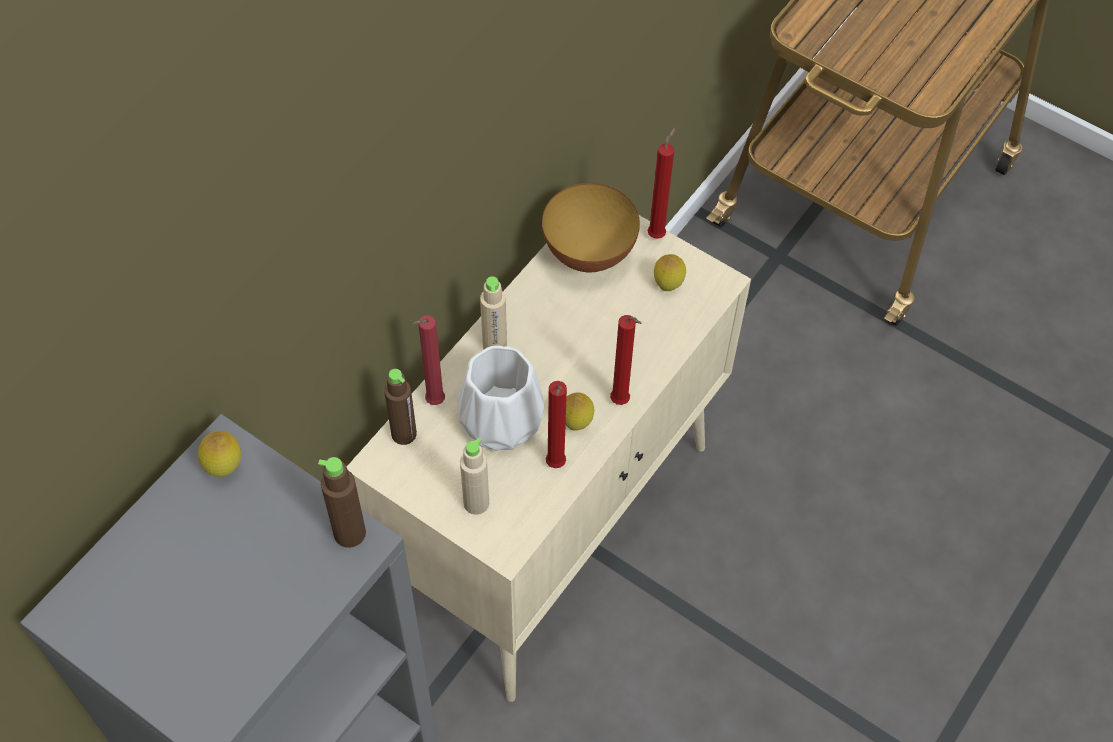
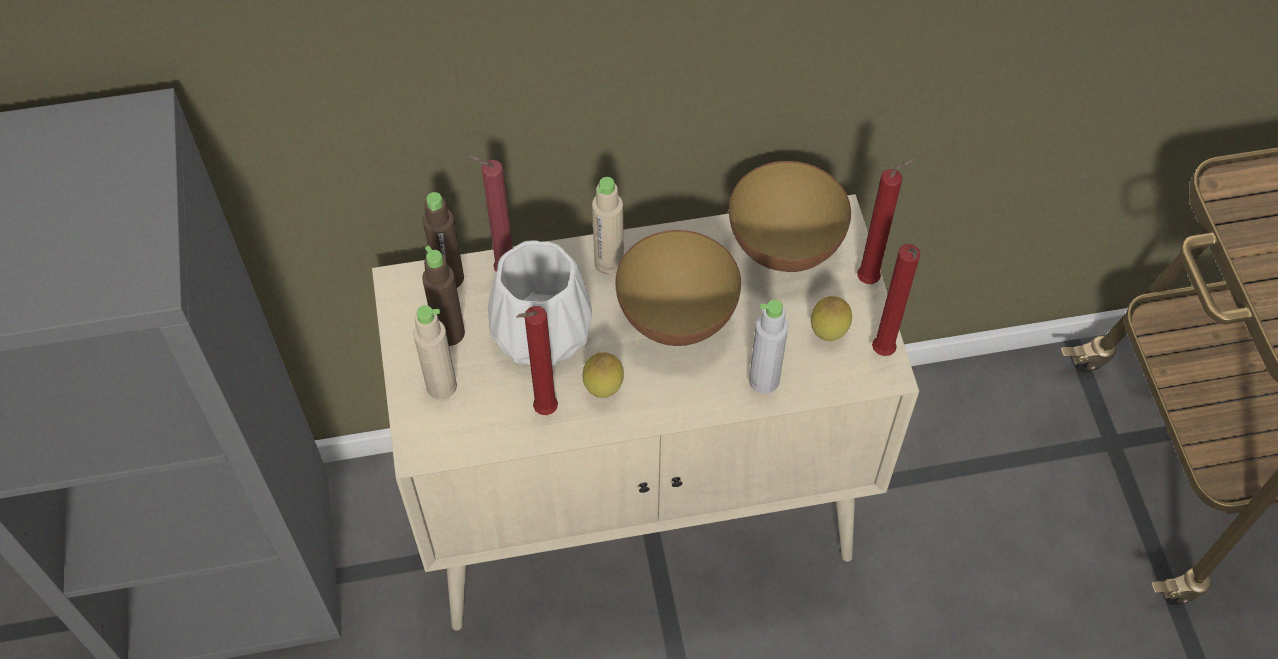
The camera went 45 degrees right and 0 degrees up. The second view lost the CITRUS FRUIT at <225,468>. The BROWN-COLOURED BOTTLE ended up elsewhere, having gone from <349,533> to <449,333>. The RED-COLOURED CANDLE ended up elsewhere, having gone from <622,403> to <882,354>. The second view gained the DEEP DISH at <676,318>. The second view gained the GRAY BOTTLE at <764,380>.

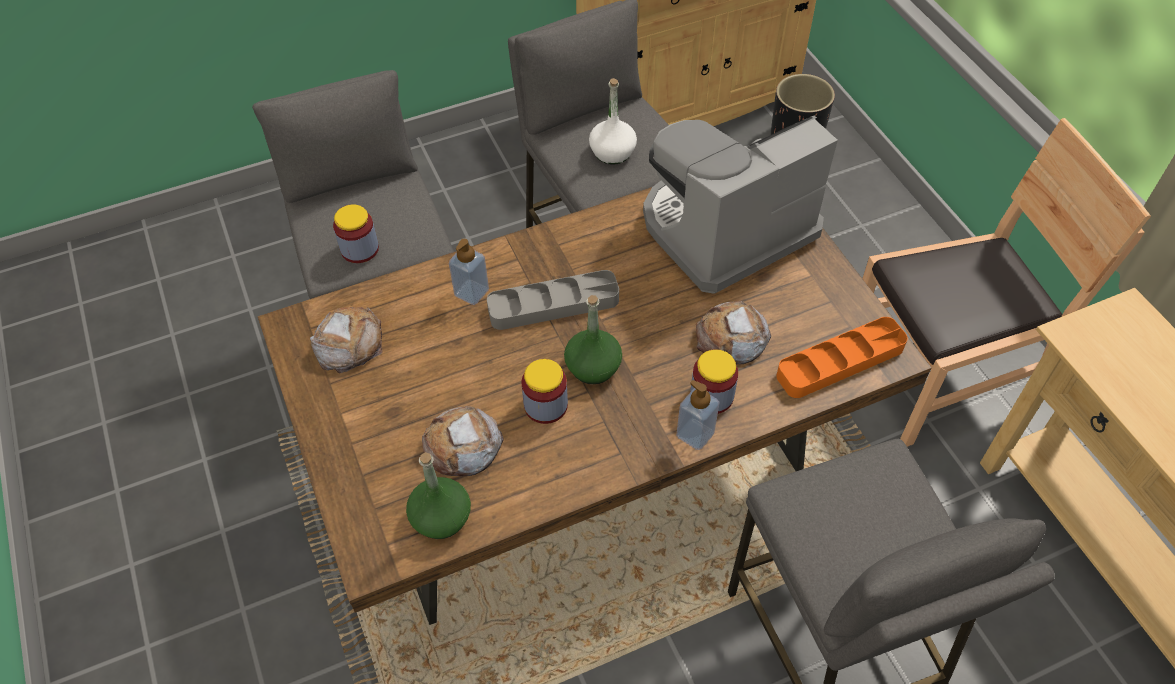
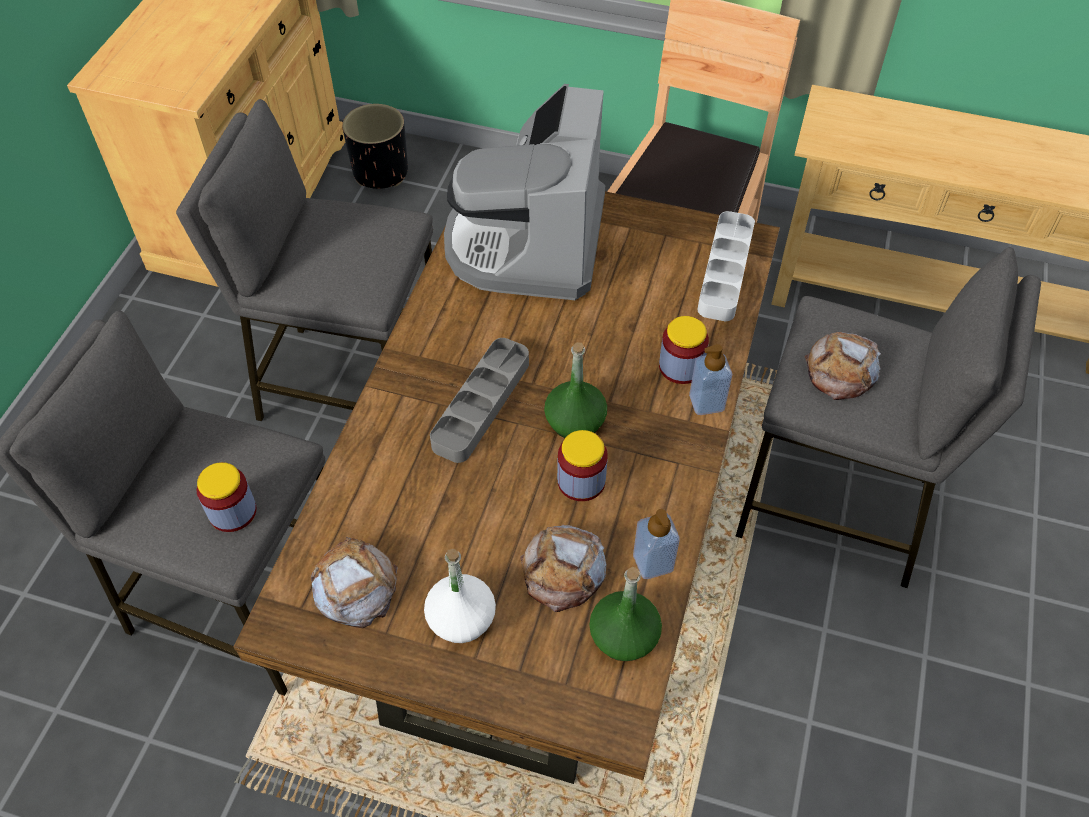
The camera went 50 degrees left and 0 degrees up. The LIQUID SOAP BOTTLE ended up elsewhere, having gone from <471,292> to <653,562>. The WHITE BOTTLE ended up elsewhere, having gone from <612,152> to <461,618>. The BAKERY BREAD ended up elsewhere, having gone from <731,338> to <841,371>. What was the ORANGE-COLOURED SERVING TRAY at <840,362> turned into the GRAY SERVING TRAY at <725,270>.

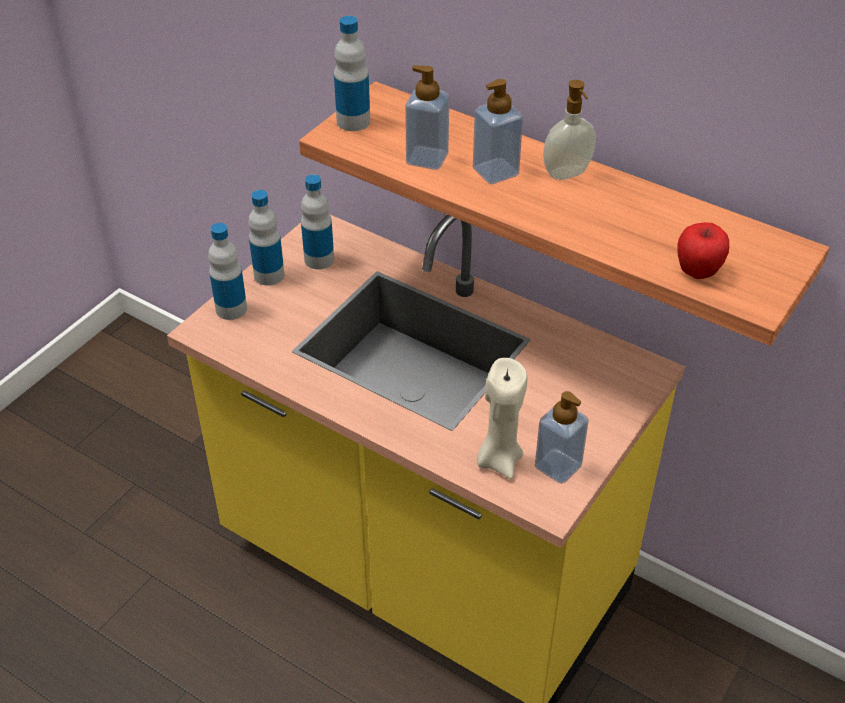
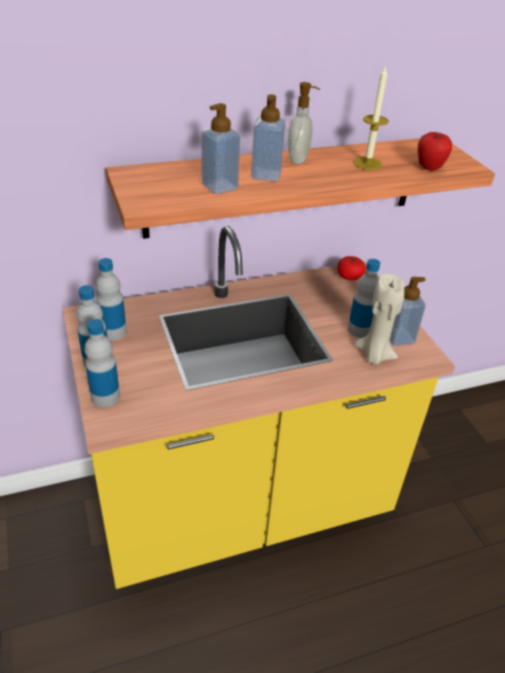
The camera went 55 degrees left and 5 degrees down. The BOTTLE ended up elsewhere, having gone from <353,121> to <359,330>. The second view gained the WHOLE TOMATO at <349,276>. The second view gained the CANDLE at <367,163>.

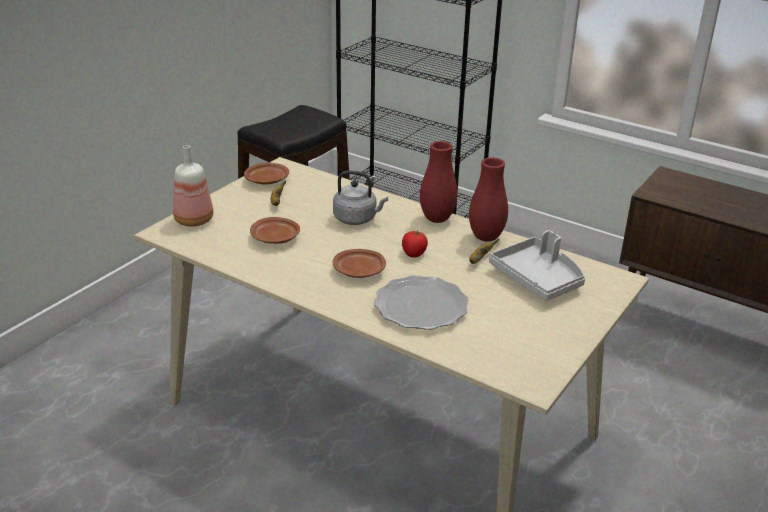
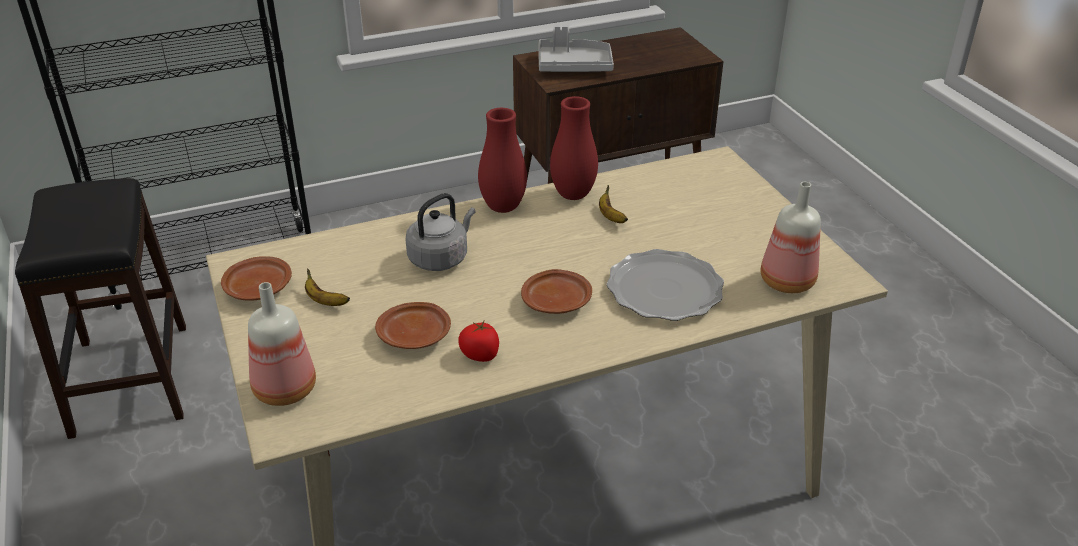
The camera went 55 degrees left and 5 degrees up. The WHOLE TOMATO ended up elsewhere, having gone from <414,253> to <480,355>. The GRAY SERVING TRAY ended up elsewhere, having gone from <538,278> to <574,66>. The second view gained the BOTTLE at <785,282>.

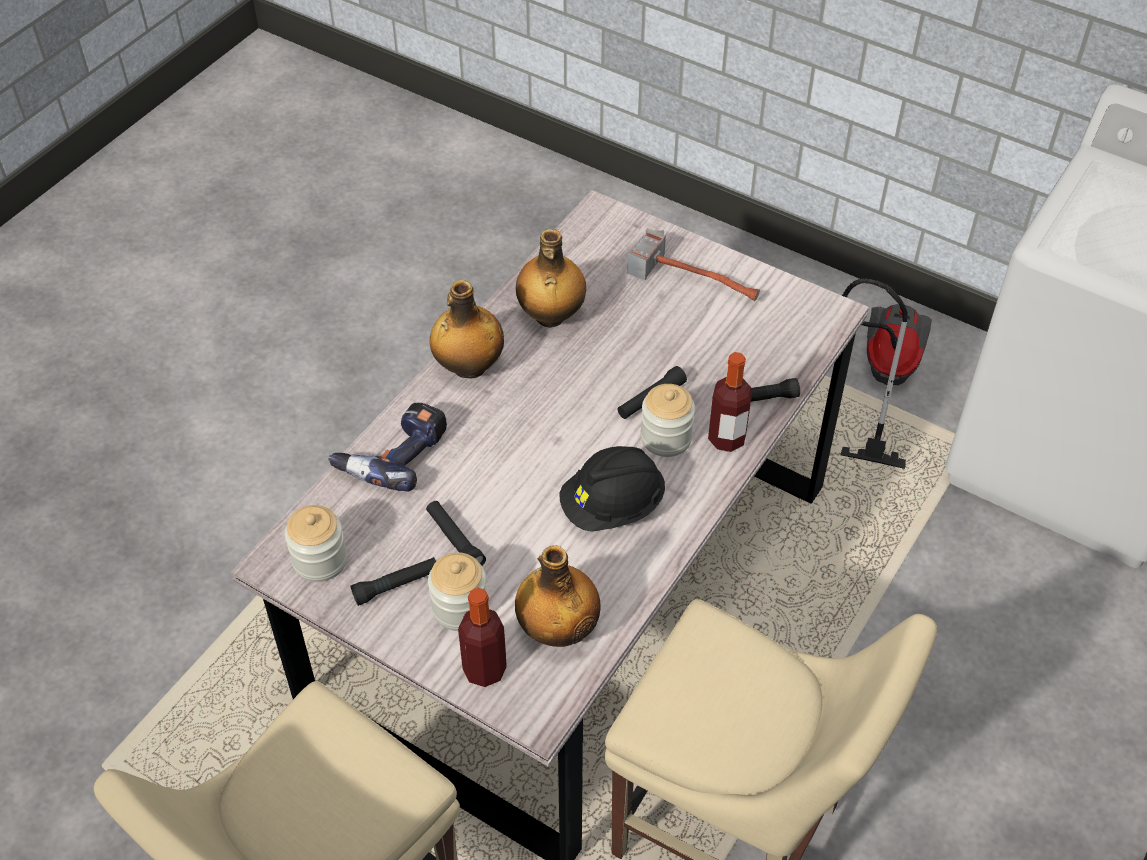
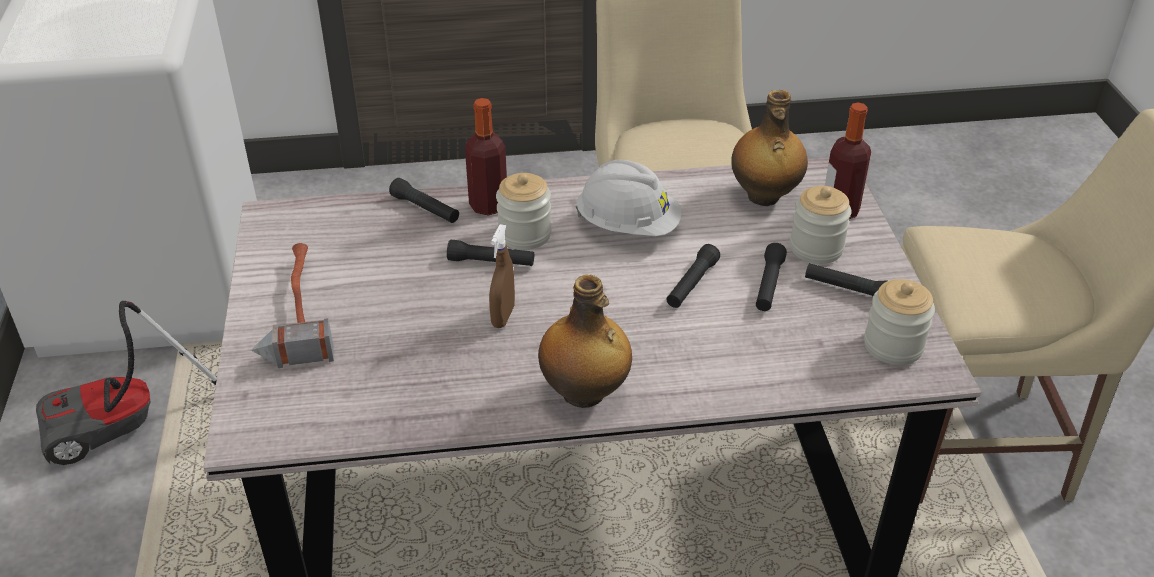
The camera went 130 degrees left and 10 degrees down. The second view lost the DRILL at <393,455>. The second view lost the BOTTLE at <550,316>. What was the BLACK-COLOURED SAFETY HELMET at <612,507> turned into the WHITE SAFETY HELMET at <628,226>. The second view gained the BROWN-COLOURED SPRAY BOTTLE at <503,316>. The second view gained the BLACK-COLOURED FLASHLIGHT at <691,284>.

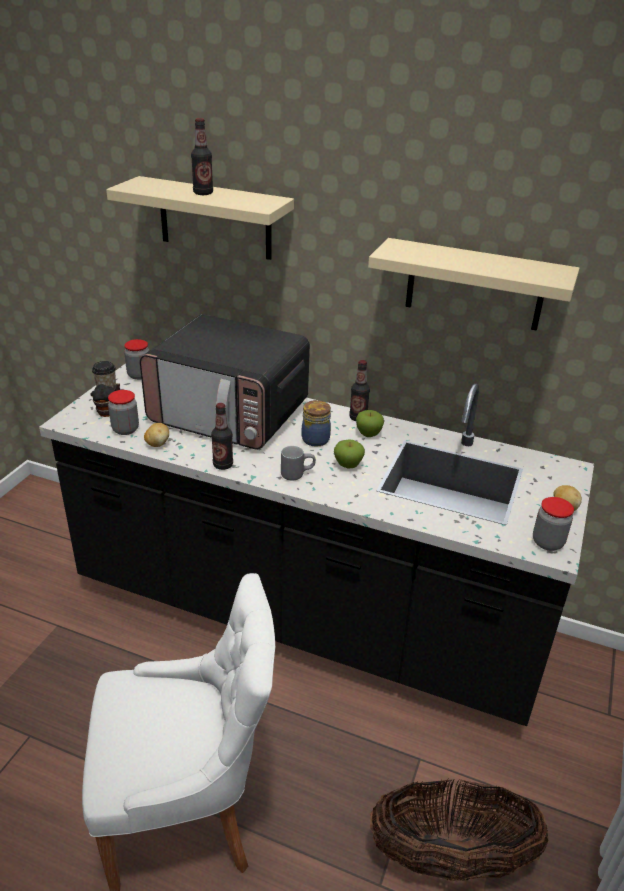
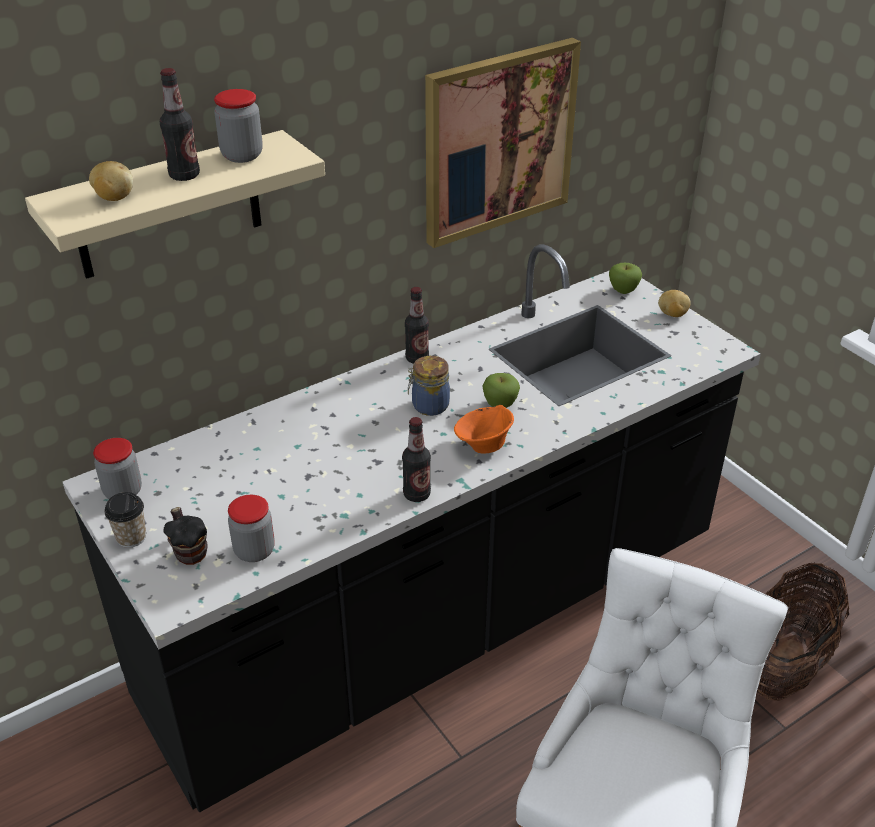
The camera went 55 degrees left and 5 degrees up. The second view lost the MICROWAVE OVEN at <230,414>. The SPUD ended up elsewhere, having gone from <157,444> to <114,198>. Where the GRAY MUG stood at <297,473>, the ORANGE-COLOURED DEEP DISH came to stand at <483,446>. The WHOLE APPLE ended up elsewhere, having gone from <368,434> to <623,290>. Where the BEIGE-COLOURED WALL SHELF hung at <474,285>, the PICTURE came to hang at <498,141>. The JAR ended up elsewhere, having gone from <547,542> to <242,155>.

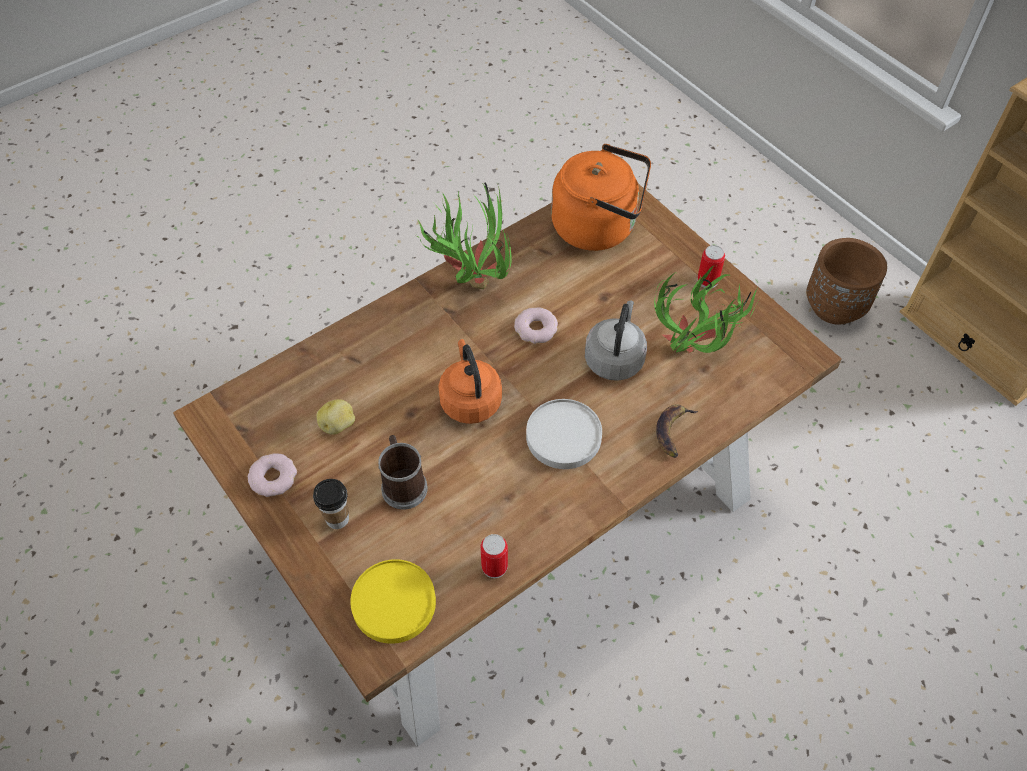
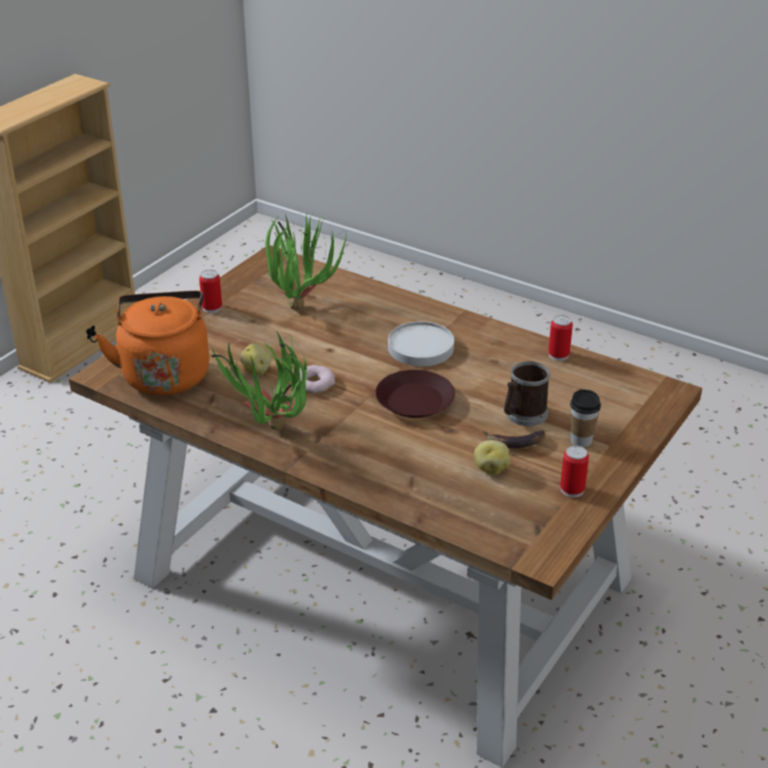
The camera went 110 degrees left and 20 degrees down. Where the RING DOUGHNUT stood at <273,477>, the CAN came to stand at <572,489>. The second view lost the YELLOW DINNER PLATE at <394,602>. Where the ORANGE-COLOURED TEA KETTLE stood at <470,400>, the BROWN-COLOURED DINNER PLATE came to stand at <414,401>. The second view lost the GRAY TEA KETTLE at <614,358>. The BANANA FRUIT ended up elsewhere, having gone from <673,432> to <515,441>. The second view lost the BROWN-COLOURED PLANTER at <834,307>. The second view gained the SPUD at <257,370>.

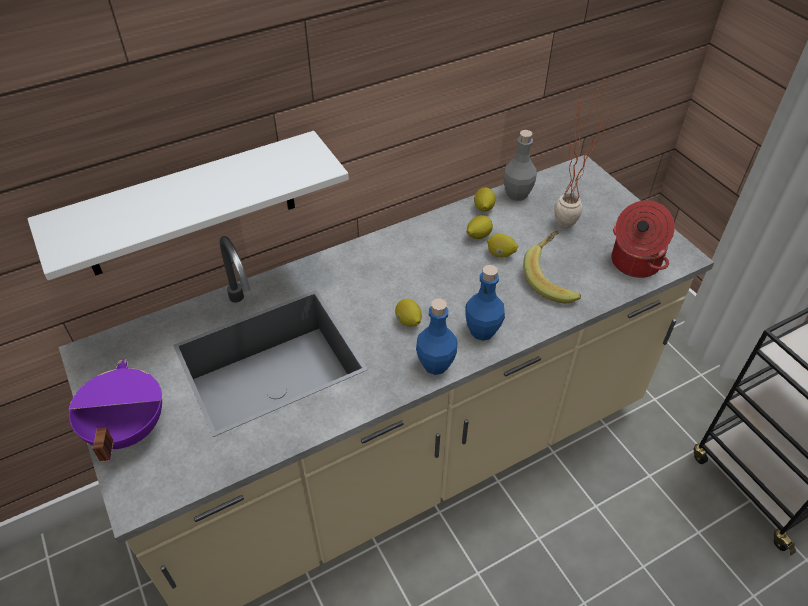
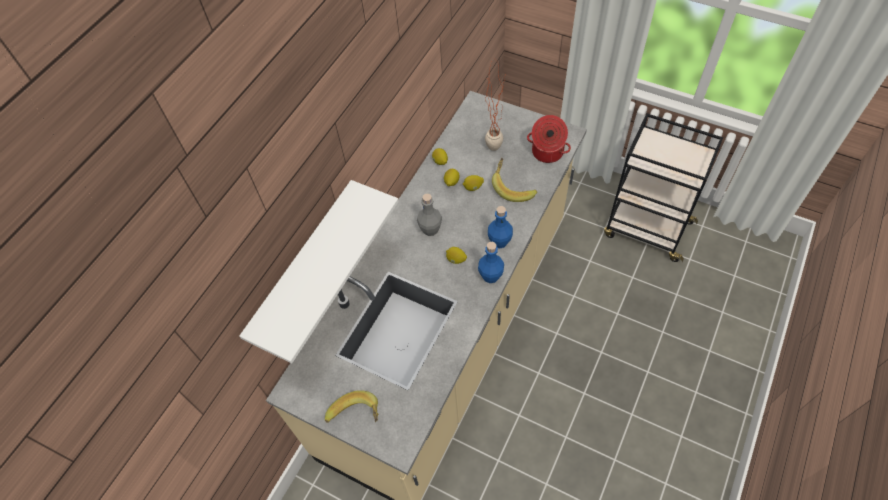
The camera went 30 degrees left and 10 degrees up. Where the PURPLISH SAUCEPOT stood at <126,429>, the BANANA FRUIT came to stand at <356,417>. The GRAY BOTTLE ended up elsewhere, having gone from <517,194> to <430,229>.

